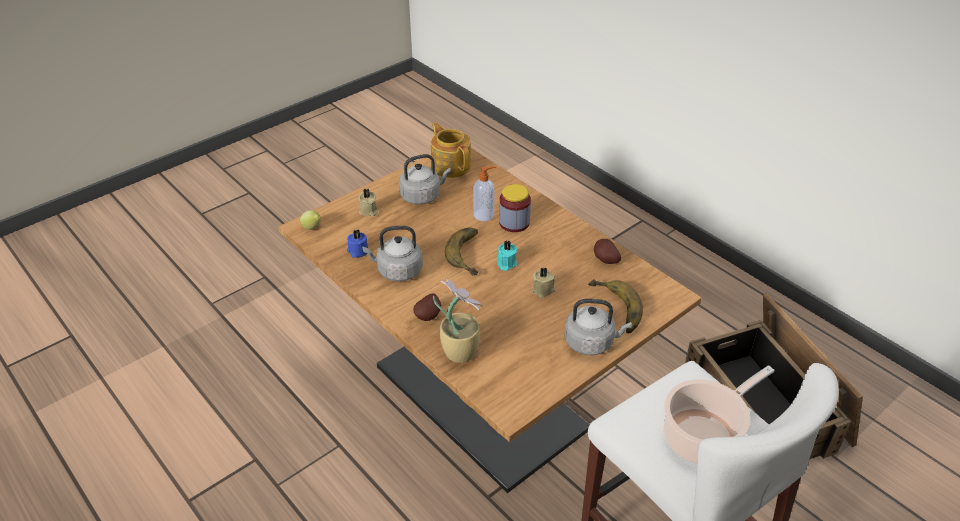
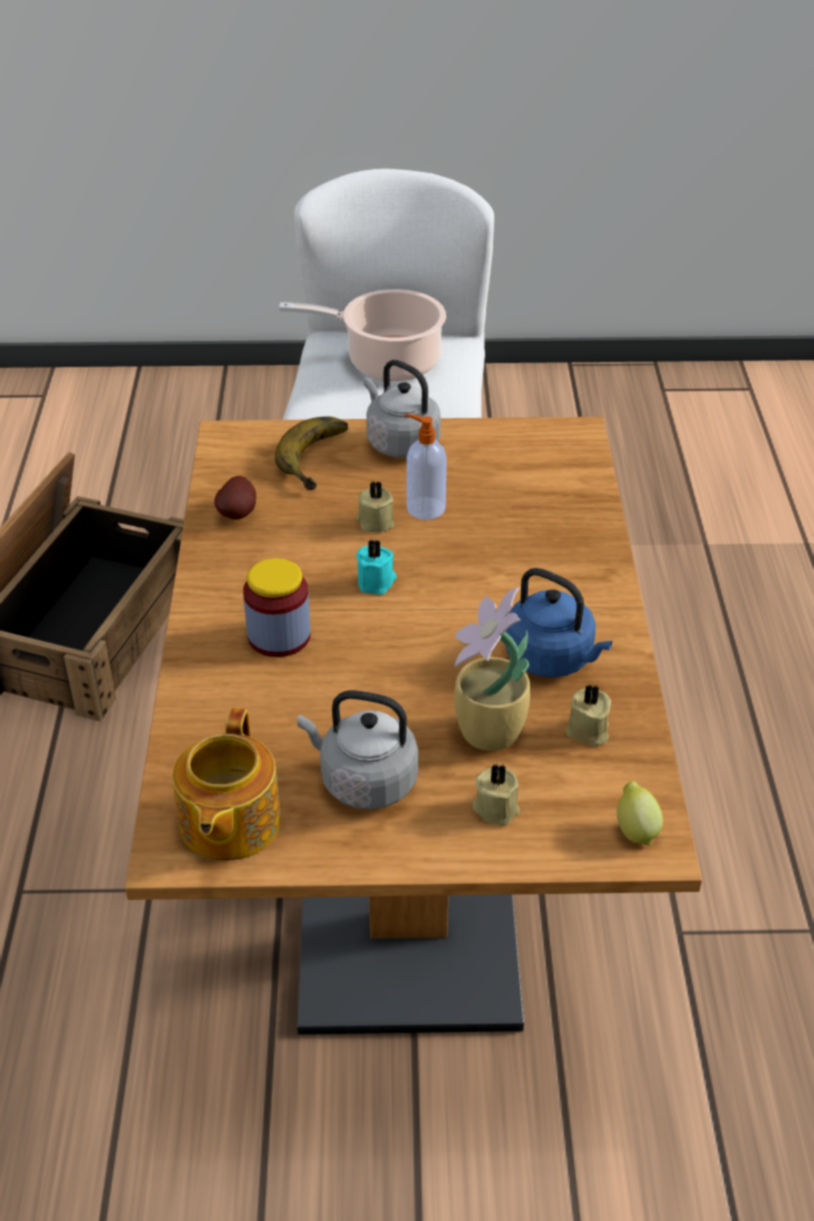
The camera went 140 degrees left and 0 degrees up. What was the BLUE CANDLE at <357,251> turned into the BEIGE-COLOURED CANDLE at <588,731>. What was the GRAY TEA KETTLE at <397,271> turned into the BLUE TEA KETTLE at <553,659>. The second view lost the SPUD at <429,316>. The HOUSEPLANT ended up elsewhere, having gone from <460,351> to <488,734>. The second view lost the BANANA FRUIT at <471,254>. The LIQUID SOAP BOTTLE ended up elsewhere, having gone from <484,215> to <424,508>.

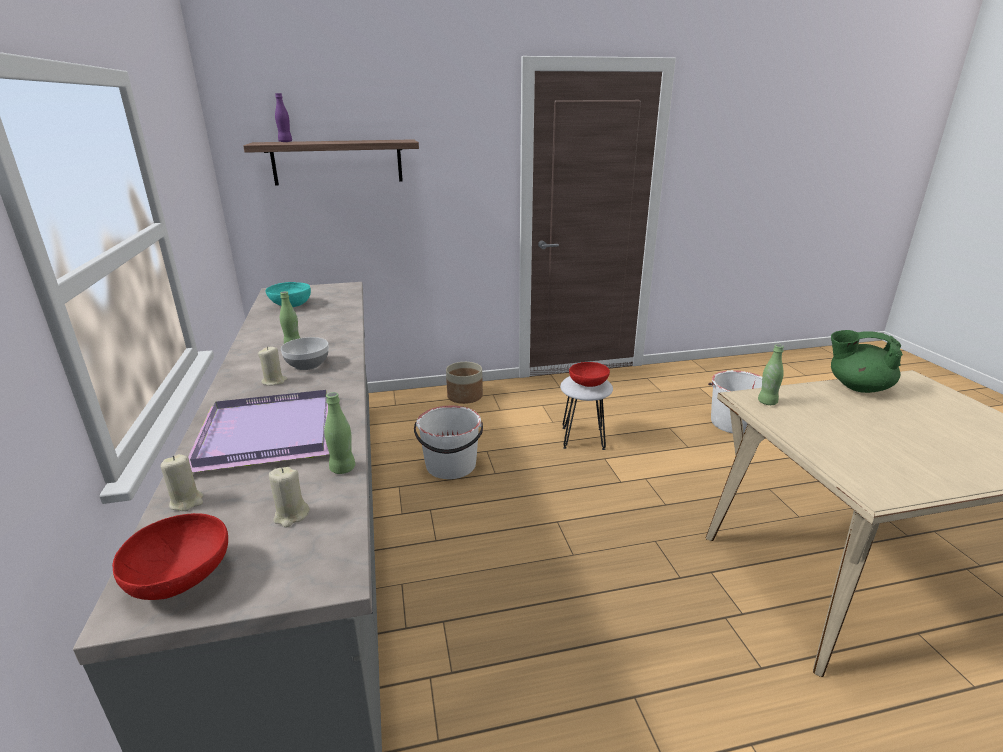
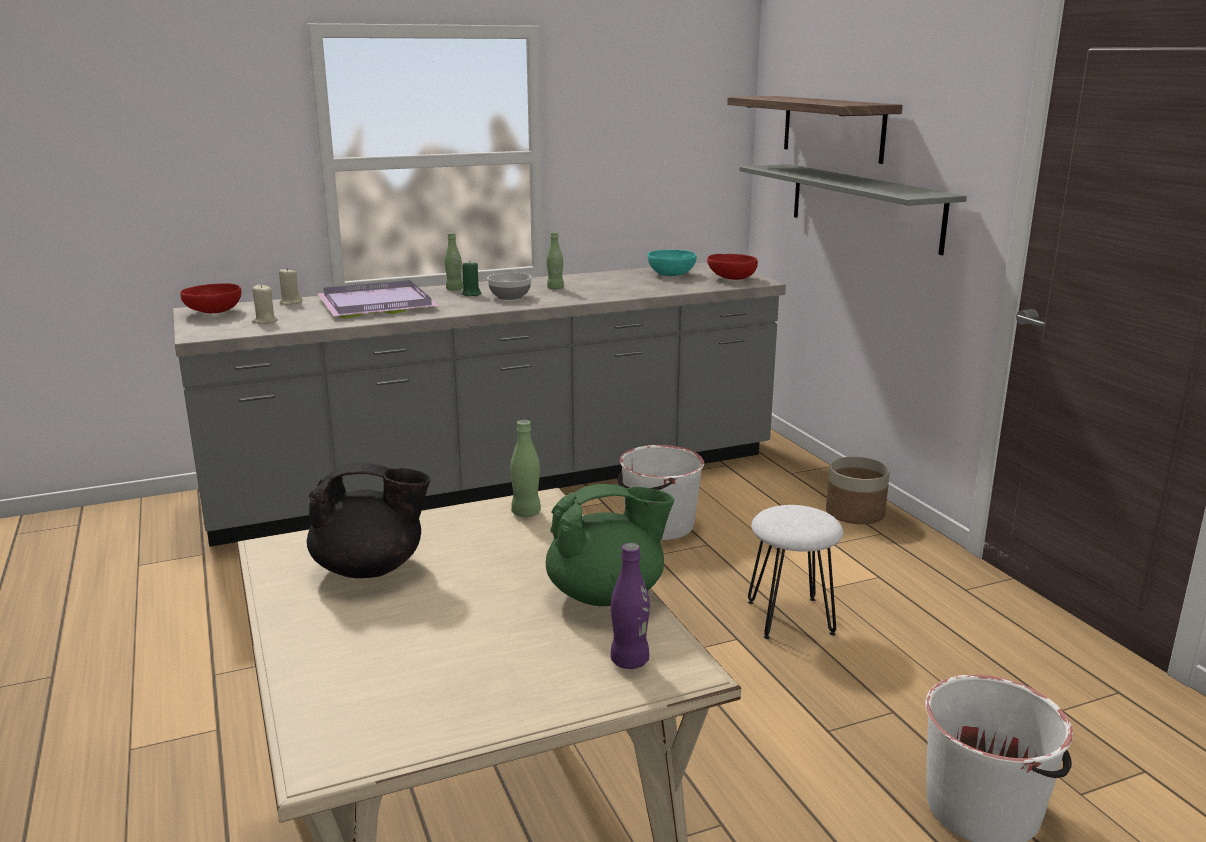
The camera went 80 degrees right and 5 degrees down. What was the BEIGE-COLOURED CANDLE at <274,381> turned into the GREEN CANDLE at <471,294>. The PURPLISH BOTTLE ended up elsewhere, having gone from <285,142> to <629,661>. The GREEN BOTTLE ended up elsewhere, having gone from <342,468> to <454,289>. The RED-COLOURED DEEP DISH ended up elsewhere, having gone from <588,385> to <730,278>. The GREEN TEAPOT at <857,387> ended up facing another way, 60 degrees clockwise from before. The second view gained the BLACK-COLOURED TEAPOT at <371,568>. The second view gained the GRAY WALL SHELF at <864,206>.

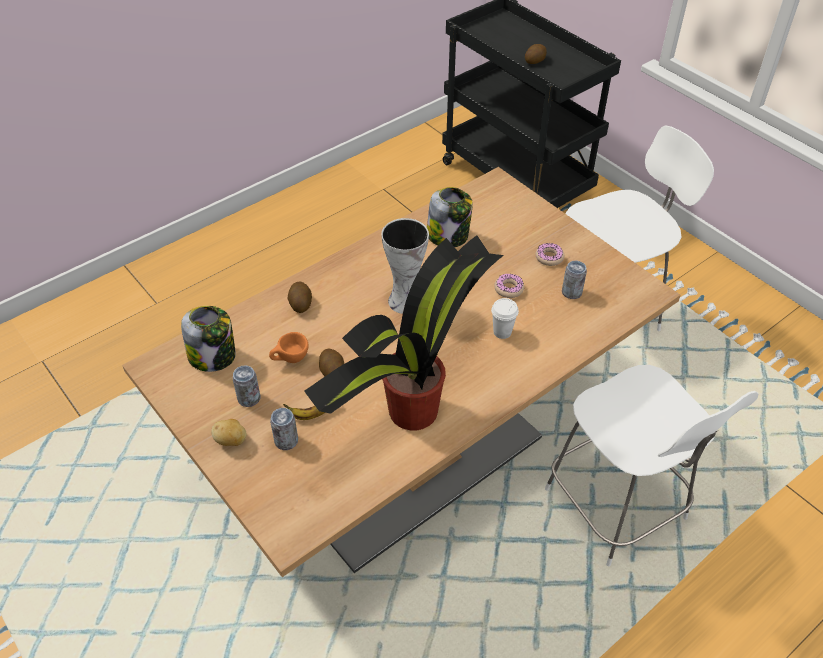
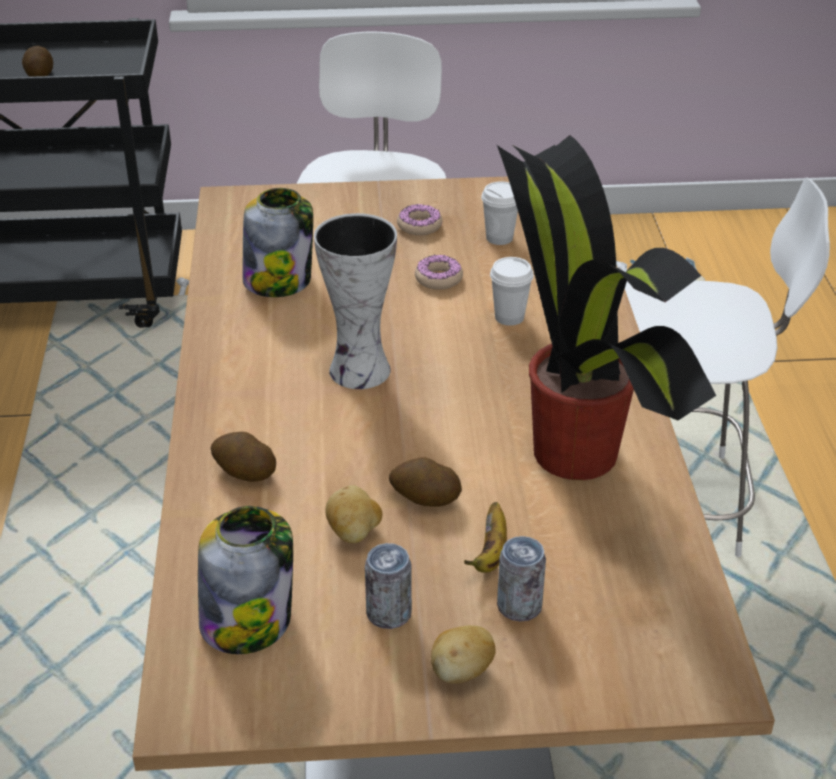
The camera went 55 degrees left and 10 degrees down. Where the ORANGE-COLOURED CUP stood at <290,360>, the SPUD came to stand at <354,533>. Where the CAN stood at <571,292>, the WHITE CUP came to stand at <499,238>.

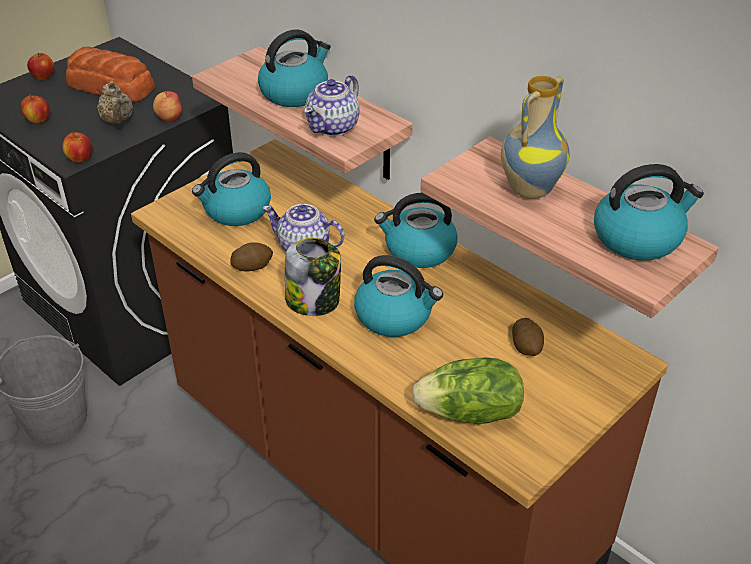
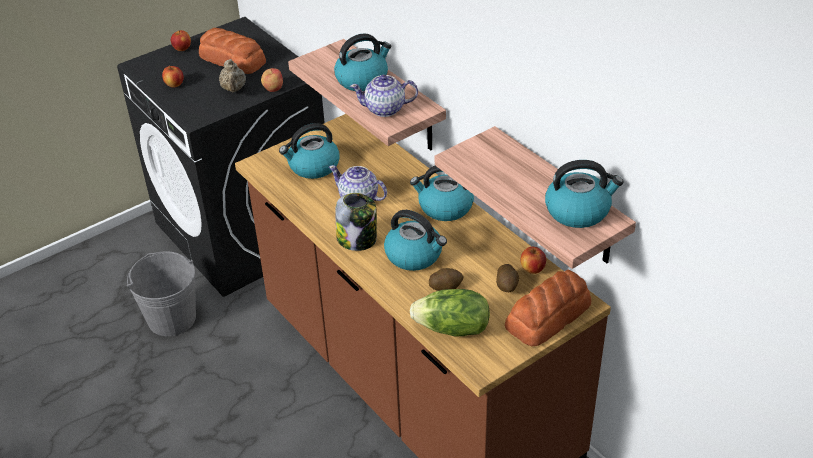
The camera went 10 degrees right and 0 degrees up. The WHOLE APPLE ended up elsewhere, having gone from <80,159> to <532,269>. The SPUD ended up elsewhere, having gone from <252,266> to <446,286>. The TEAPOT at <334,126> ended up facing another way, 45 degrees clockwise from before. The second view lost the DECORATIVE VASE at <528,189>. The second view gained the BAKERY BREAD at <549,315>.

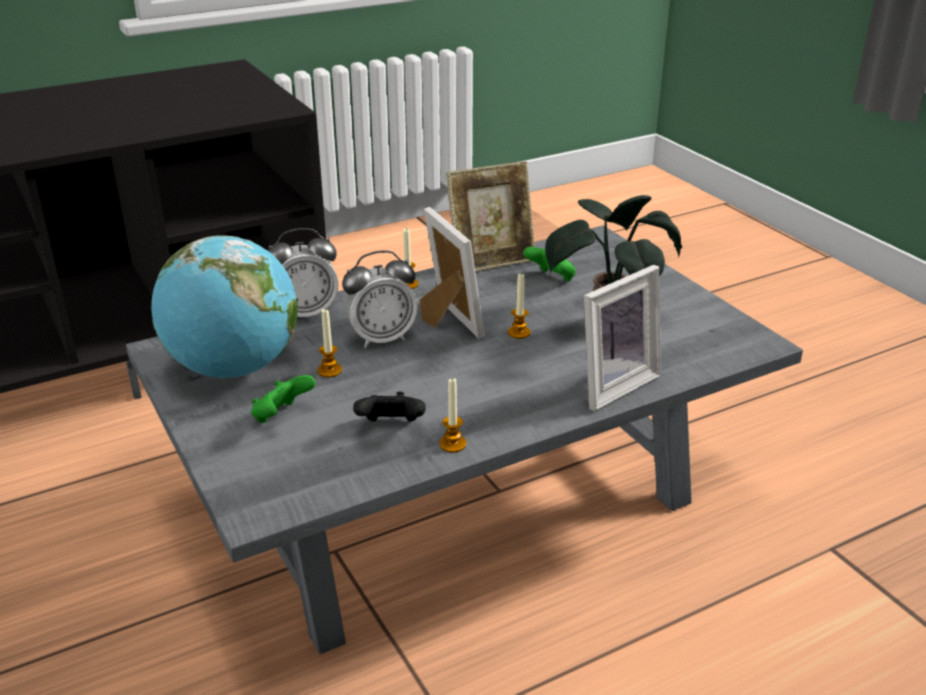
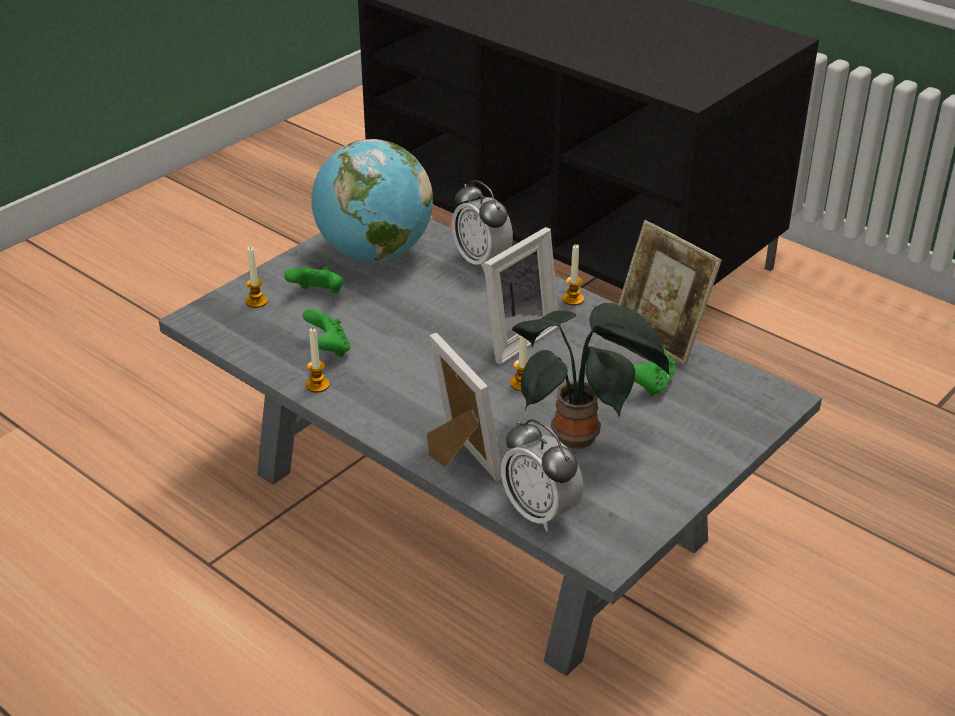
The camera went 70 degrees right and 5 degrees up. The CANDLE ended up elsewhere, having gone from <329,370> to <256,301>. The BEDSIDE CLOCK ended up elsewhere, having gone from <381,338> to <540,512>. What was the BLACK-COLOURED GAME CONTROLLER at <391,426> turned into the GREEN GAME CONTROLLER at <329,349>. The PHOTO FRAME at <612,384> ended up facing another way, 150 degrees counterclockwise from before.

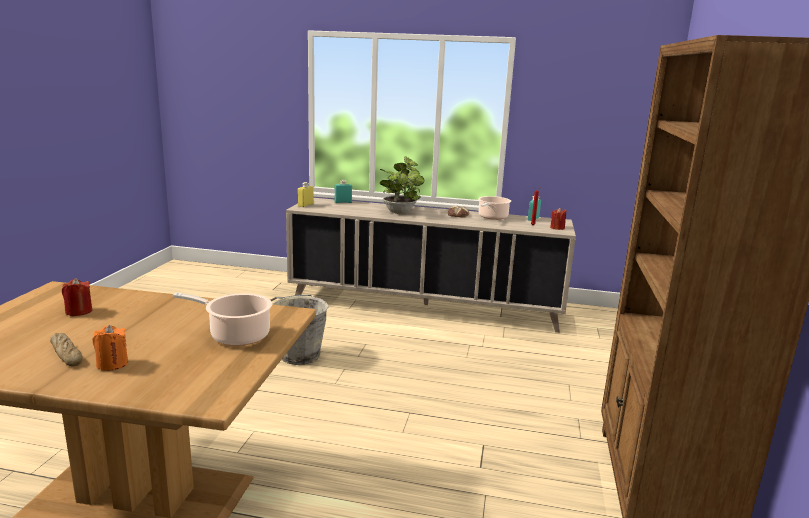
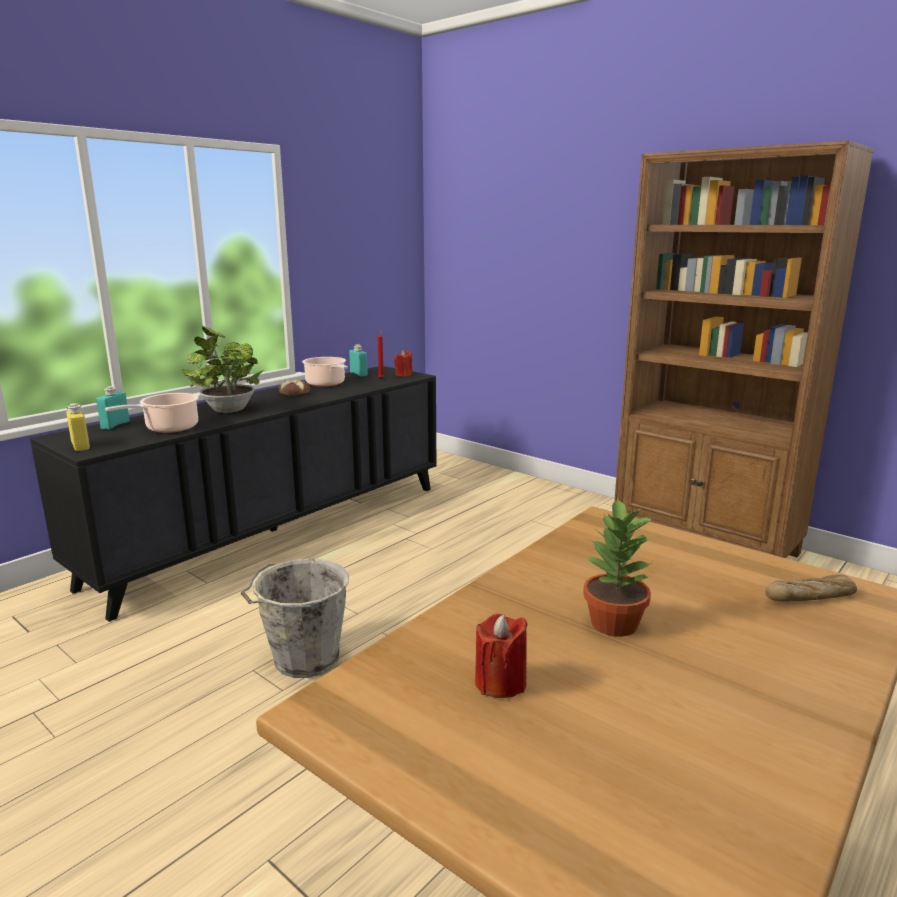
The camera went 60 degrees left and 0 degrees up. The BAKERY BREAD ended up elsewhere, having gone from <66,354> to <810,597>. The second view lost the ORANGE-COLOURED CANDLE at <112,364>. The SAUCEPOT ended up elsewhere, having gone from <236,335> to <168,428>. What was the BEIGE-COLOURED CABINET at <424,306> turned into the BLACK-COLOURED CABINET at <277,532>. The second view gained the HOUSEPLANT at <613,624>.

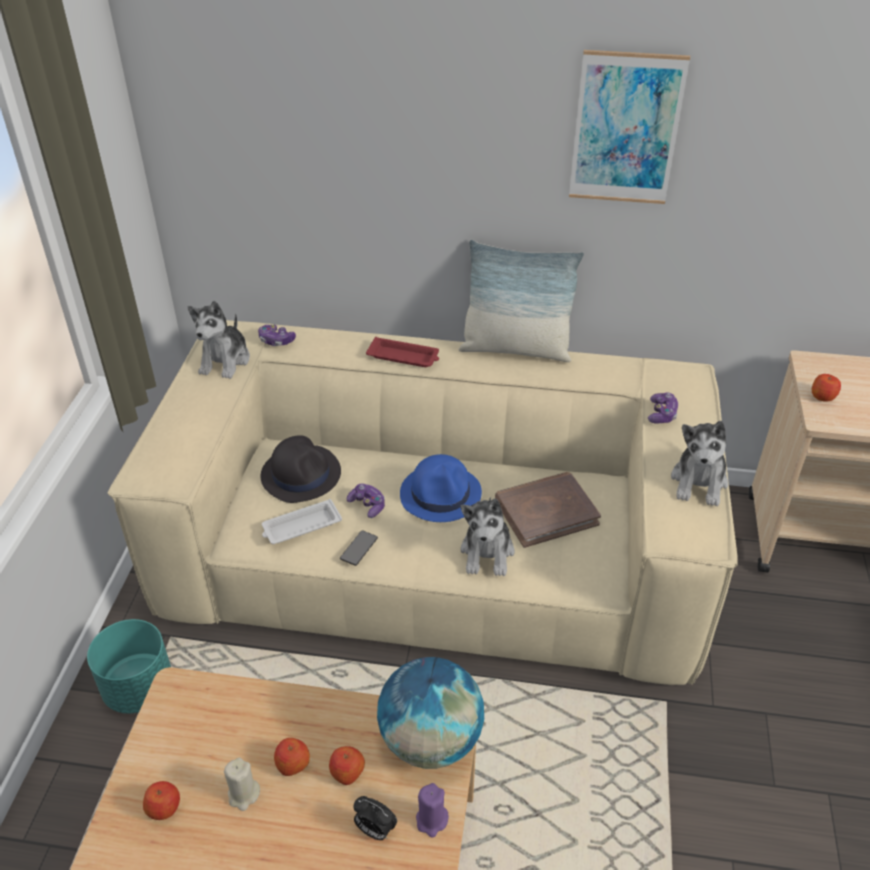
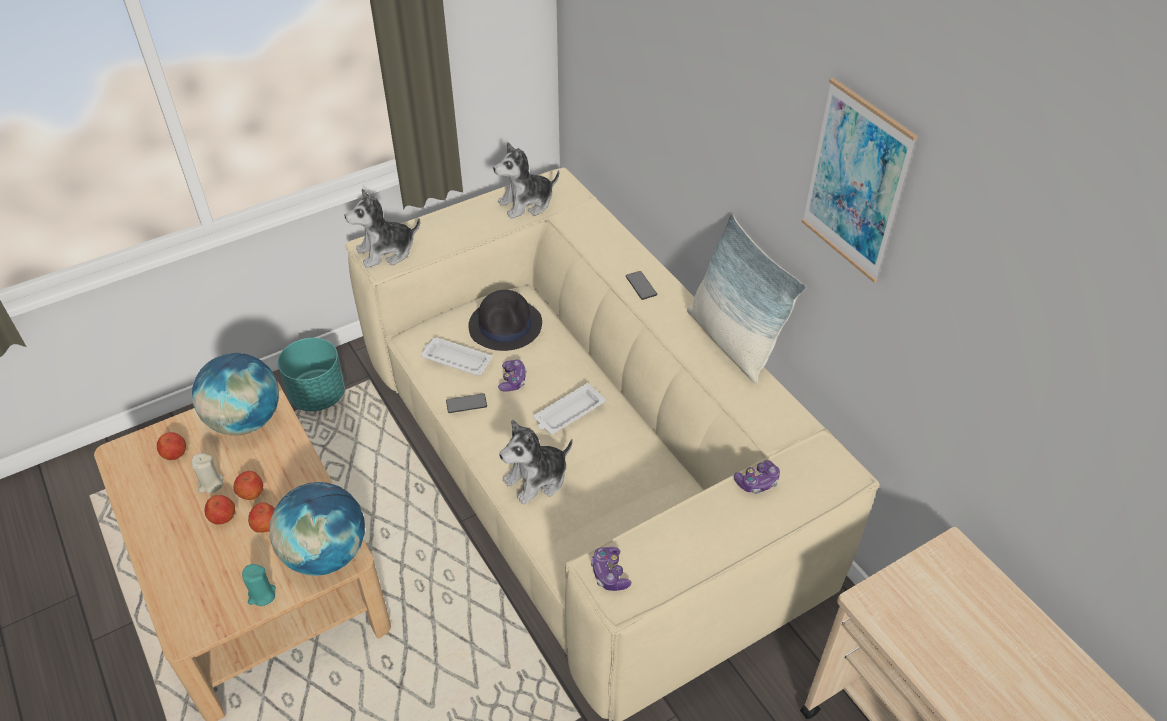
The camera went 50 degrees right and 5 degrees up. The GAME CONTROLLER ended up elsewhere, having gone from <276,341> to <609,574>. The second view lost the BEDSIDE CLOCK at <375,830>. Where the RED-COLOURED SERVING TRAY stood at <404,357>, the TELEPHONE came to stand at <641,286>. Where the BLUE CLOTHING HAT stood at <441,494>, the WHITE SERVING TRAY came to stand at <568,413>. What was the PURPLISH CANDLE at <431,820> turned into the TURQUOISE CANDLE at <261,595>. The second view lost the BROWN-COLOURED BOOK at <546,512>. The SOFT TOY ended up elsewhere, having gone from <699,482> to <386,252>. The WHOLE APPLE ended up elsewhere, having gone from <822,396> to <223,517>. The second view gained the GLOBE at <245,420>.

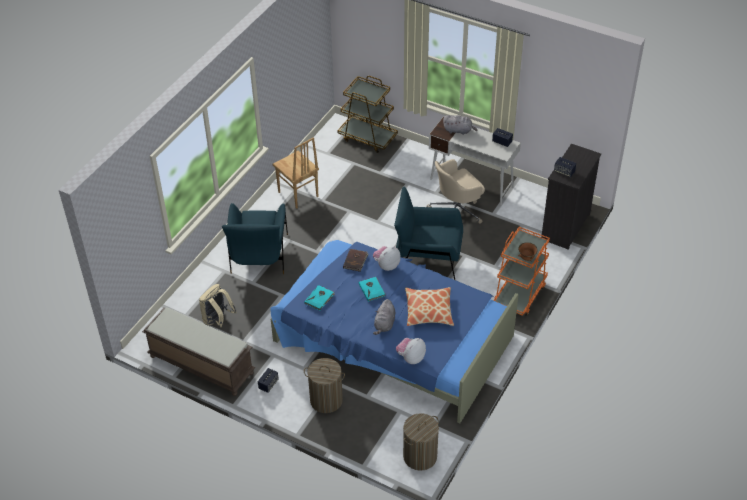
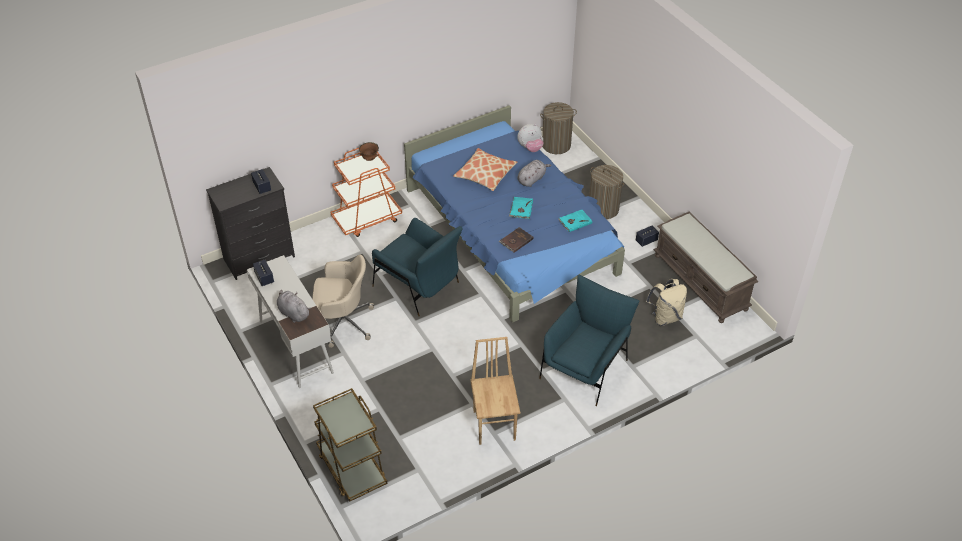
The camera went 150 degrees left and 0 degrees up. The second view lost the SOFT TOY at <386,265>.

